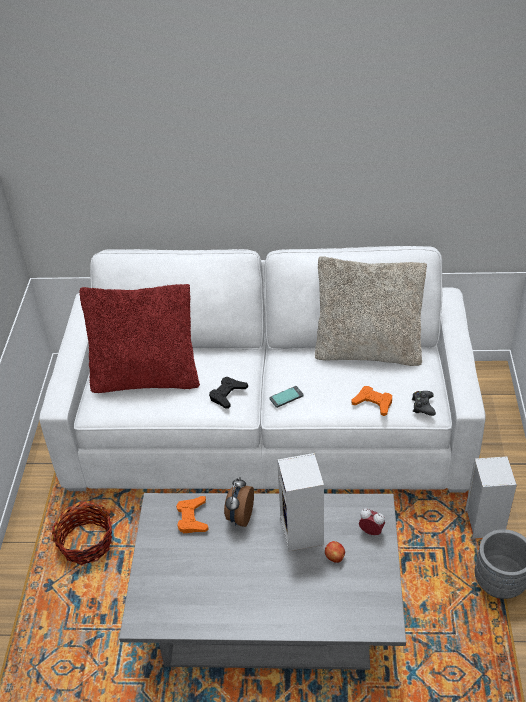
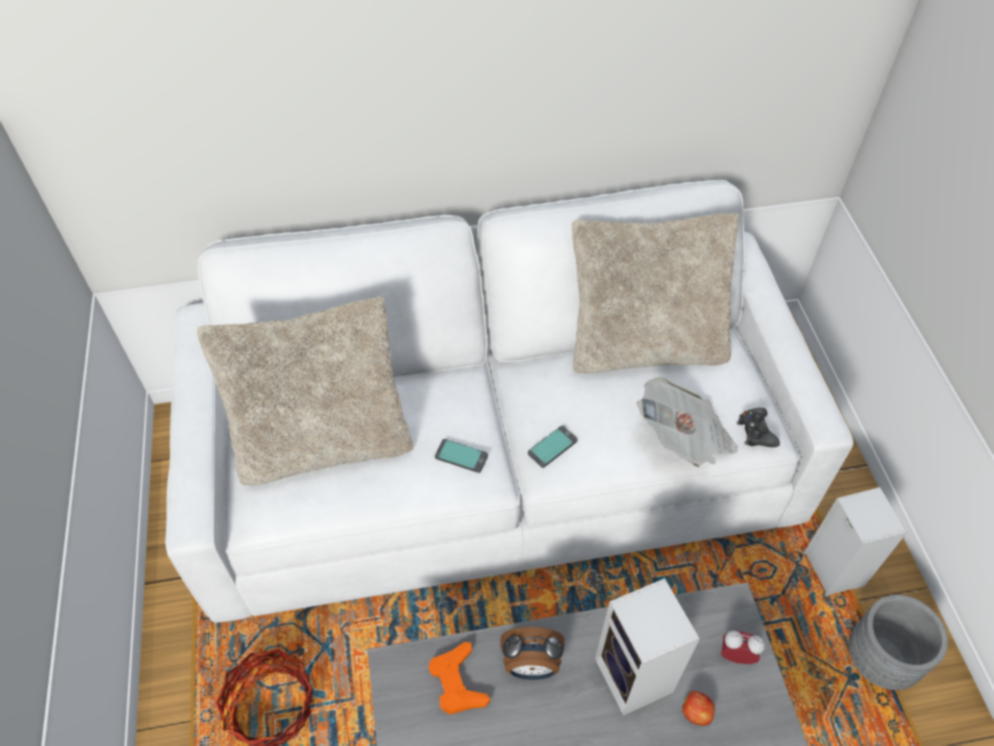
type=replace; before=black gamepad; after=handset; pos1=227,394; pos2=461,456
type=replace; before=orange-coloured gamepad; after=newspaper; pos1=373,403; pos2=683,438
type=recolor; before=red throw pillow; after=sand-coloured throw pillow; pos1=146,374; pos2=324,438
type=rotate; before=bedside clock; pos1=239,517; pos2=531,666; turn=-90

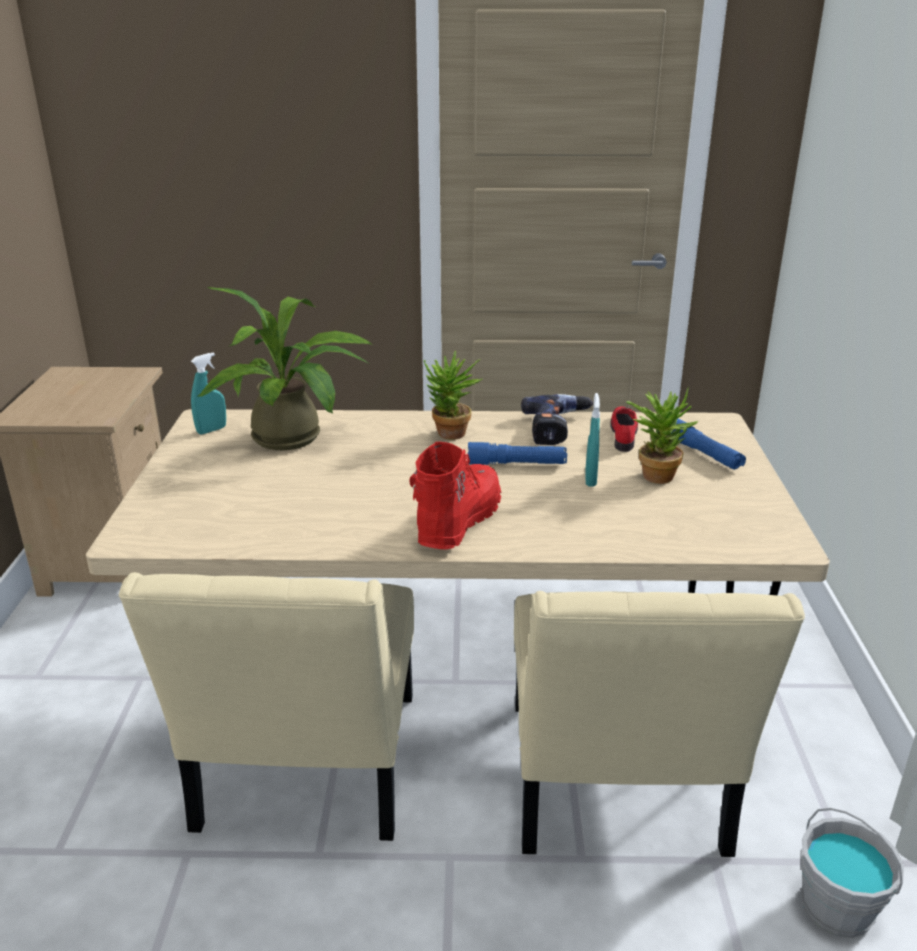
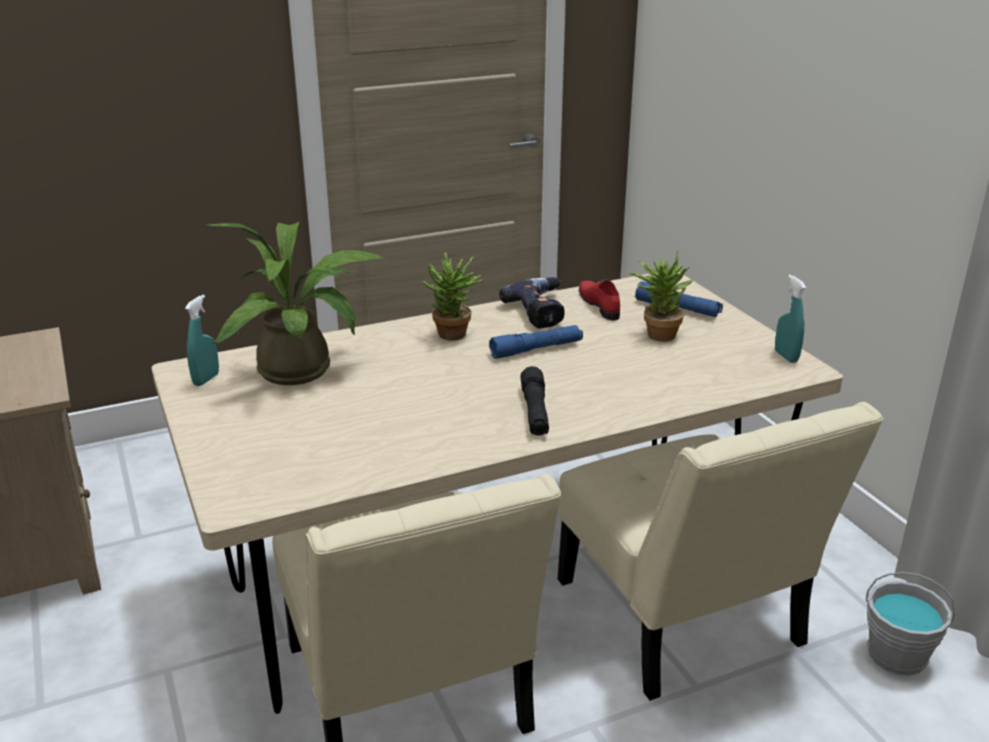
type=move; before=turquoise-coloured hand sprayer; pos1=590,479; pos2=786,356
type=replace; before=red boot; after=black flashlight; pos1=457,522; pos2=535,411

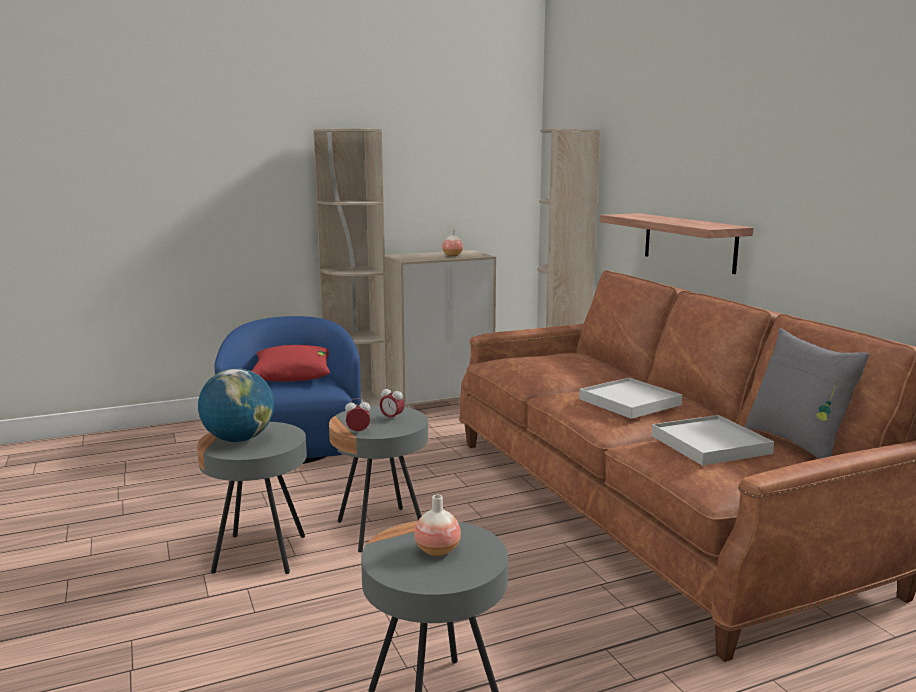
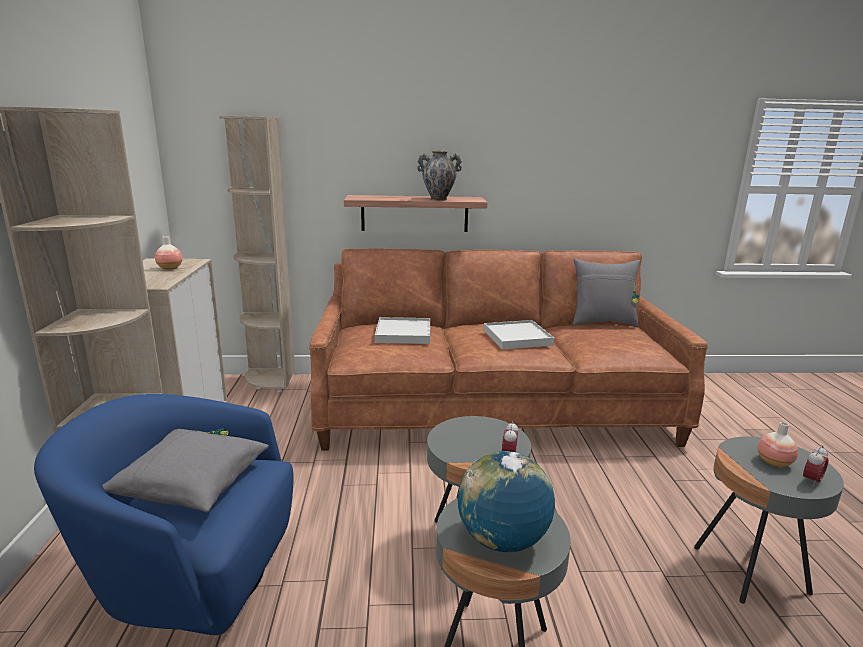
type=insert; after=vase; pos2=438,199
type=move; before=bedside clock; pos1=392,418; pos2=811,481
type=move; before=whitish serving tray; pos1=710,445; pos2=403,334
type=recolor; before=red throw pillow; after=grey throw pillow; pos1=292,377; pos2=192,485

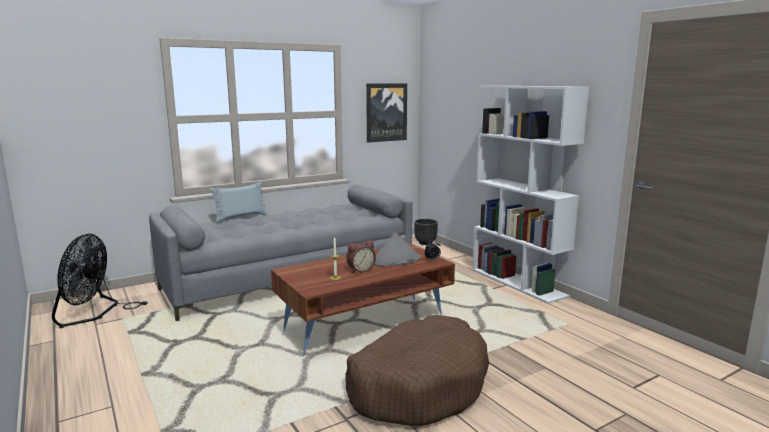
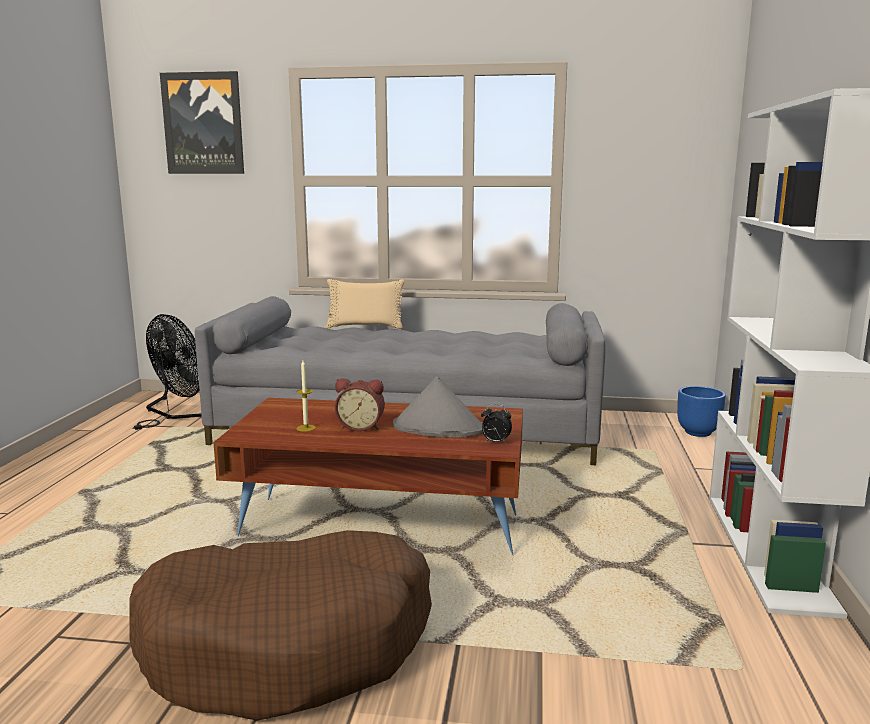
type=move; before=wall picture; pos1=386,112; pos2=203,124
type=recolor; before=bluish throw pillow; after=sand-coloured throw pillow; pos1=240,217; pos2=365,327
type=recolor; before=black planter; after=bluish planter; pos1=425,243; pos2=698,432
type=rotate; before=black fan; pos1=99,310; pos2=172,412; turn=90

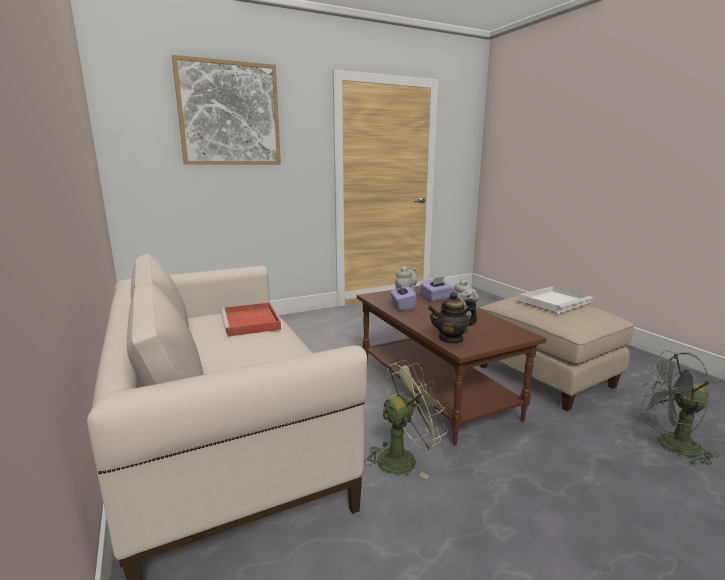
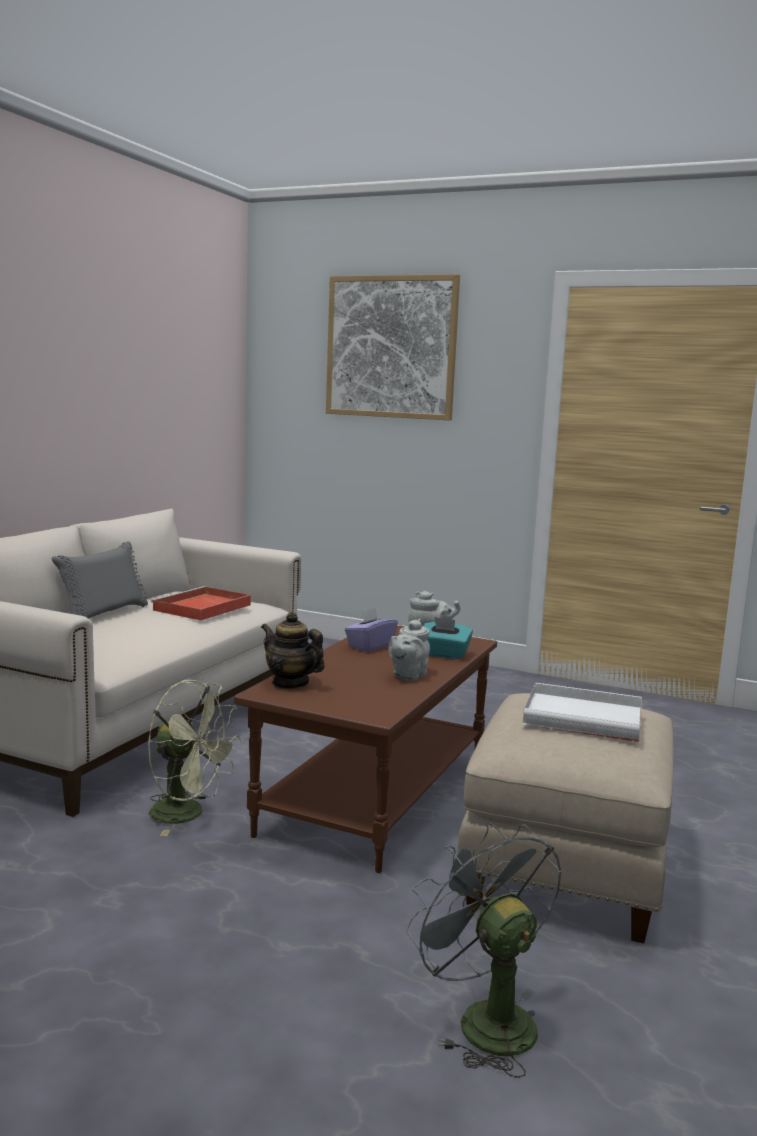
type=insert; after=grey throw pillow; pos2=103,615
type=recolor; before=purple box of tissues; after=turquoise-coloured box of tissues; pos1=436,298; pos2=443,654

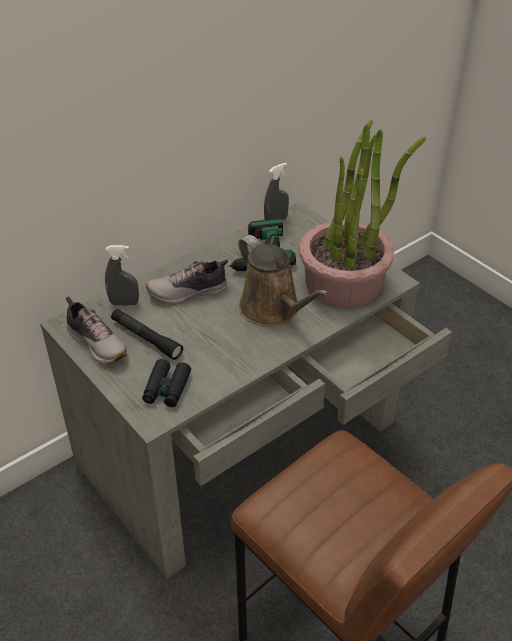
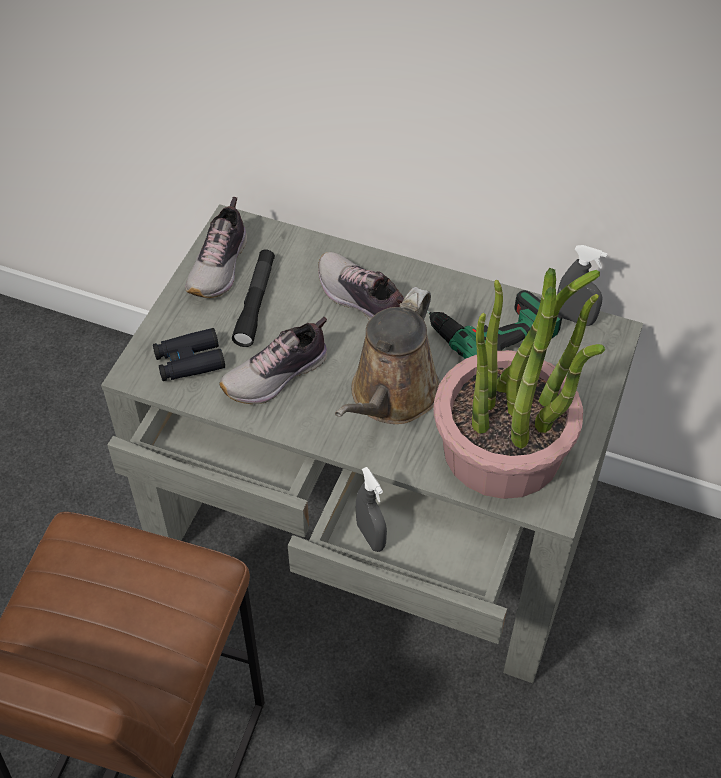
type=insert; after=shoe; pos2=277,375
type=move; before=grey hand sprayer; pos1=124,303; pos2=370,536

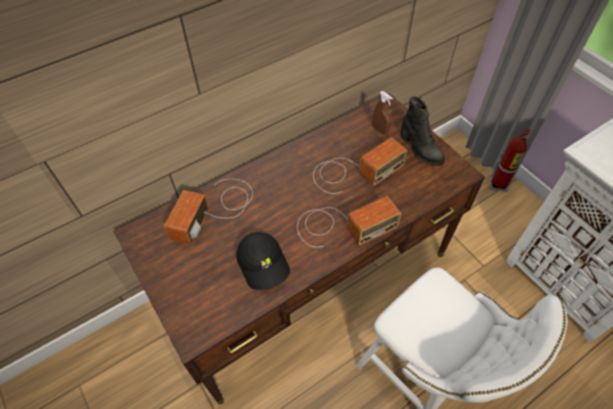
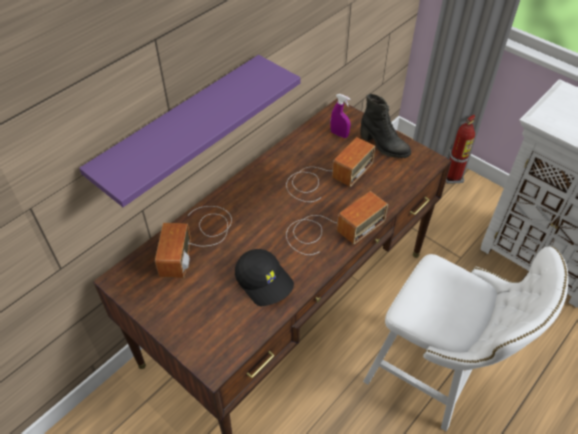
type=insert; after=purple bracket shelf; pos2=181,129
type=recolor; before=brown hand sprayer; after=purple hand sprayer; pos1=380,130; pos2=339,134

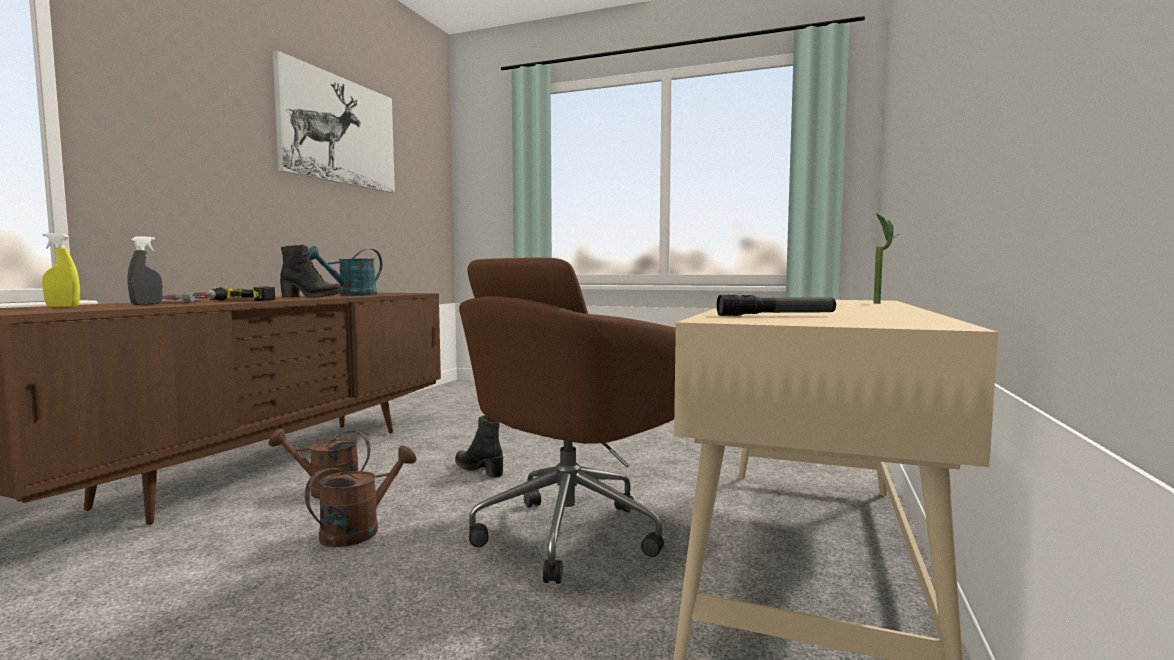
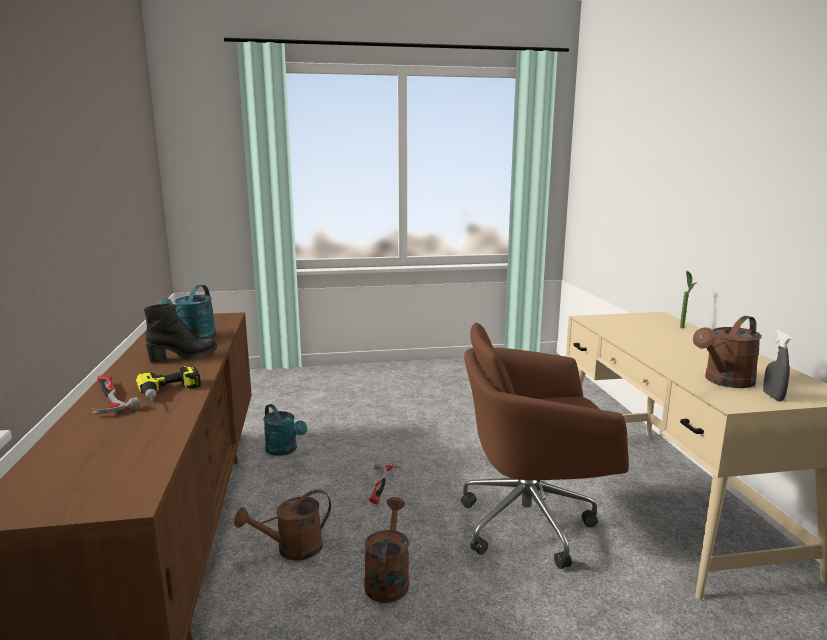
type=delete; before=yellowish hand sprayer; pos1=62,307
type=delete; before=wall picture; pos1=339,131
type=insert; after=turquoise-coloured watering pot; pos2=284,450
type=move; before=grey hand sprayer; pos1=146,304; pos2=773,396
type=replace; before=black boot; after=hand hammer; pos1=479,469; pos2=382,485
type=replace; before=flashlight; after=brown watering pot; pos1=776,315; pos2=725,382
type=rotate; before=brown office chair; pos1=575,532; pos2=532,525; turn=75

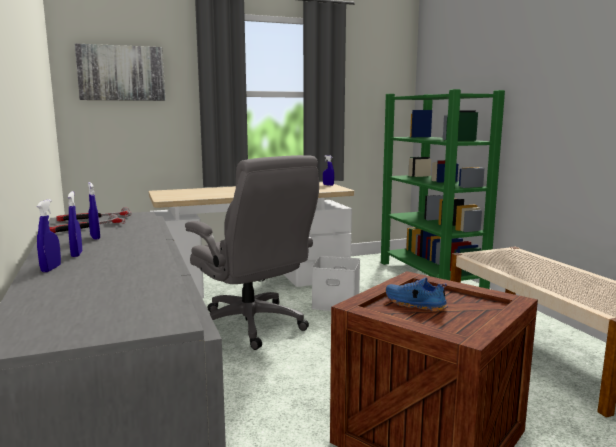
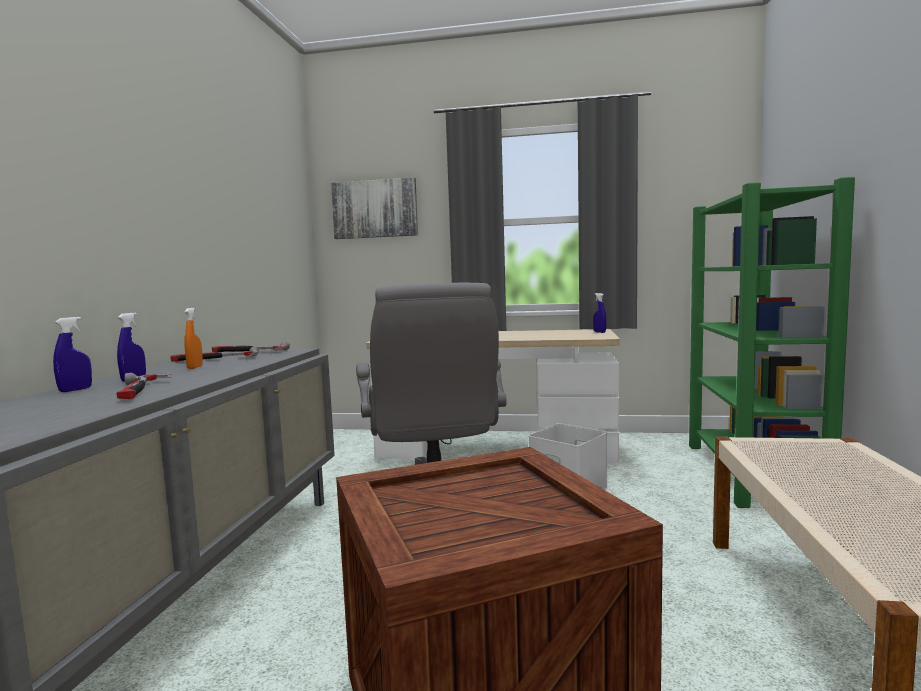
type=delete; before=bluish shoe; pos1=414,305
type=insert; after=hand hammer; pos2=141,390
type=recolor; before=bluish hand sprayer; after=orange-coloured hand sprayer; pos1=95,237; pos2=195,367

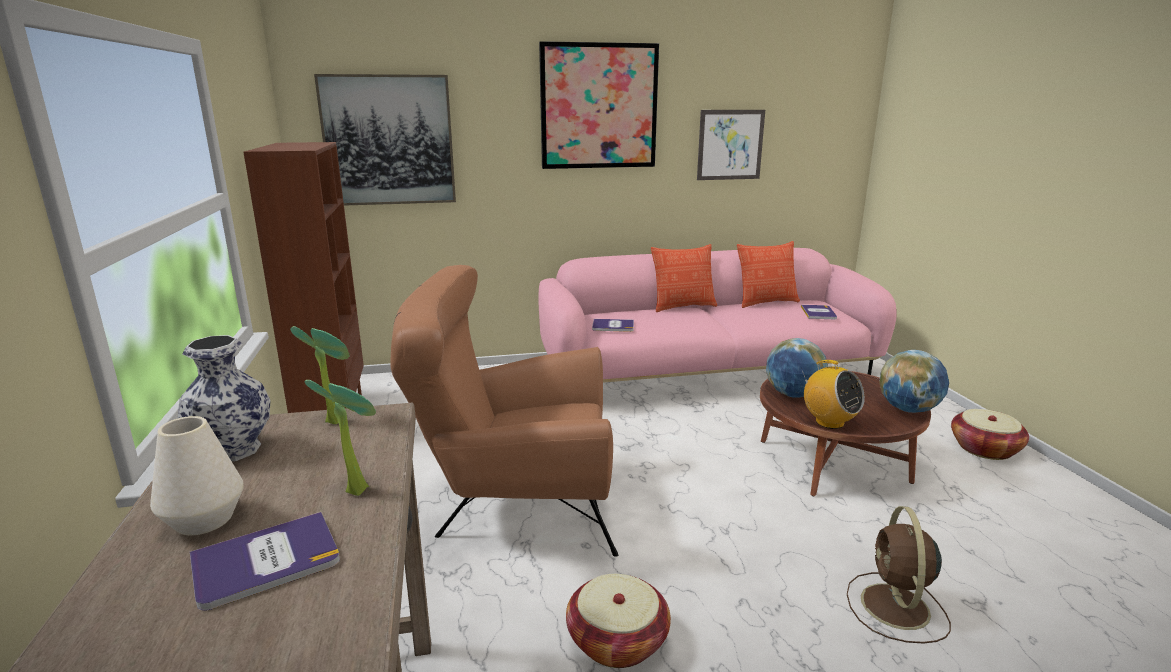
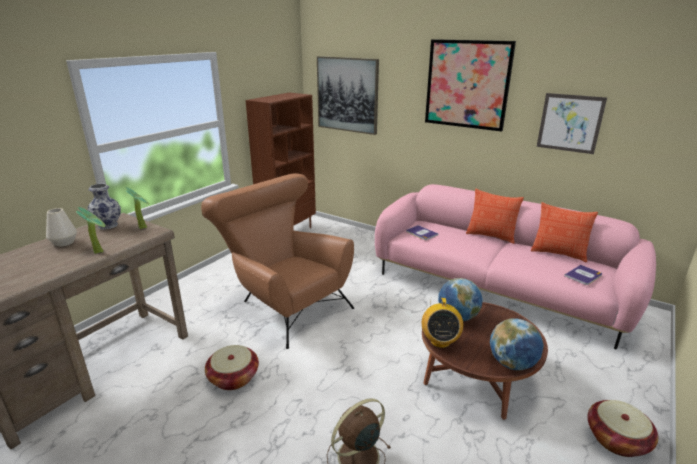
type=delete; before=volume; pos1=266,561

